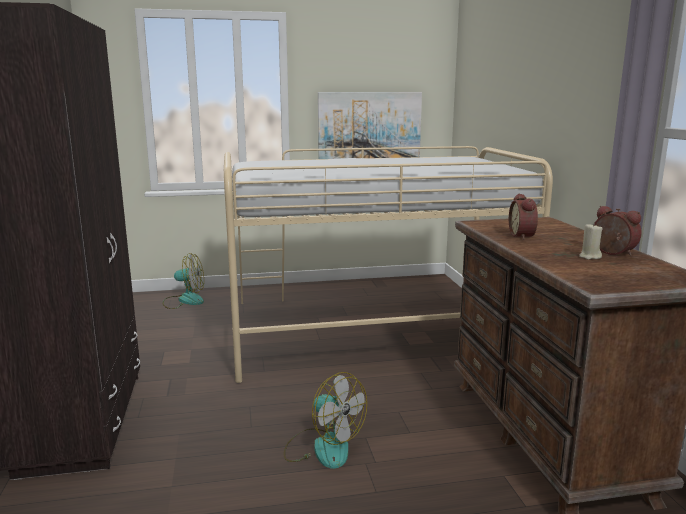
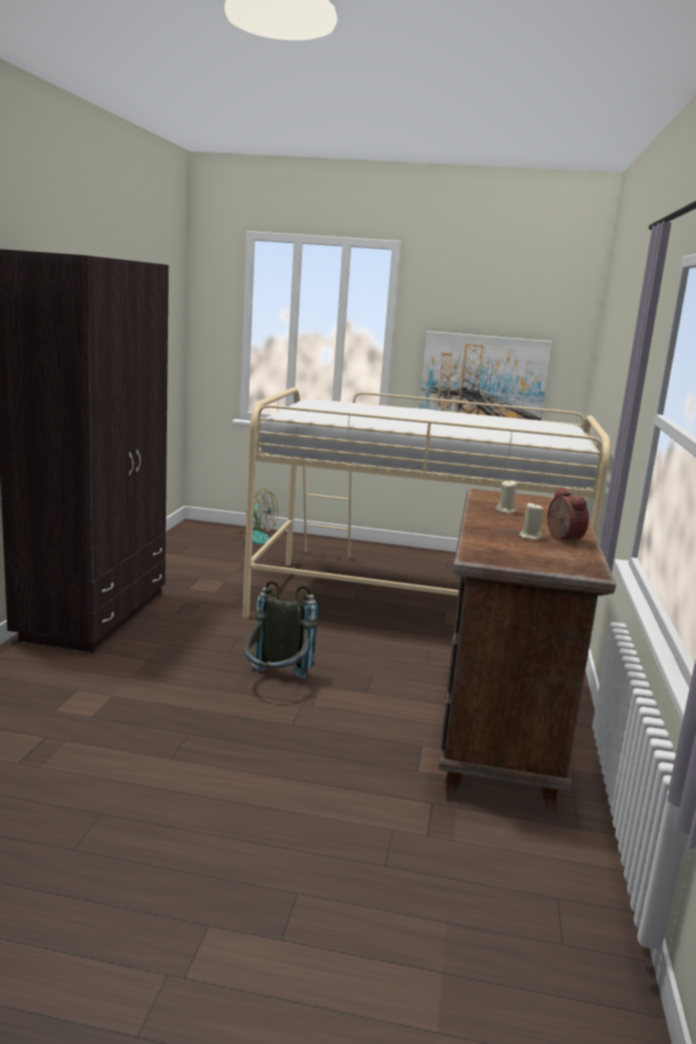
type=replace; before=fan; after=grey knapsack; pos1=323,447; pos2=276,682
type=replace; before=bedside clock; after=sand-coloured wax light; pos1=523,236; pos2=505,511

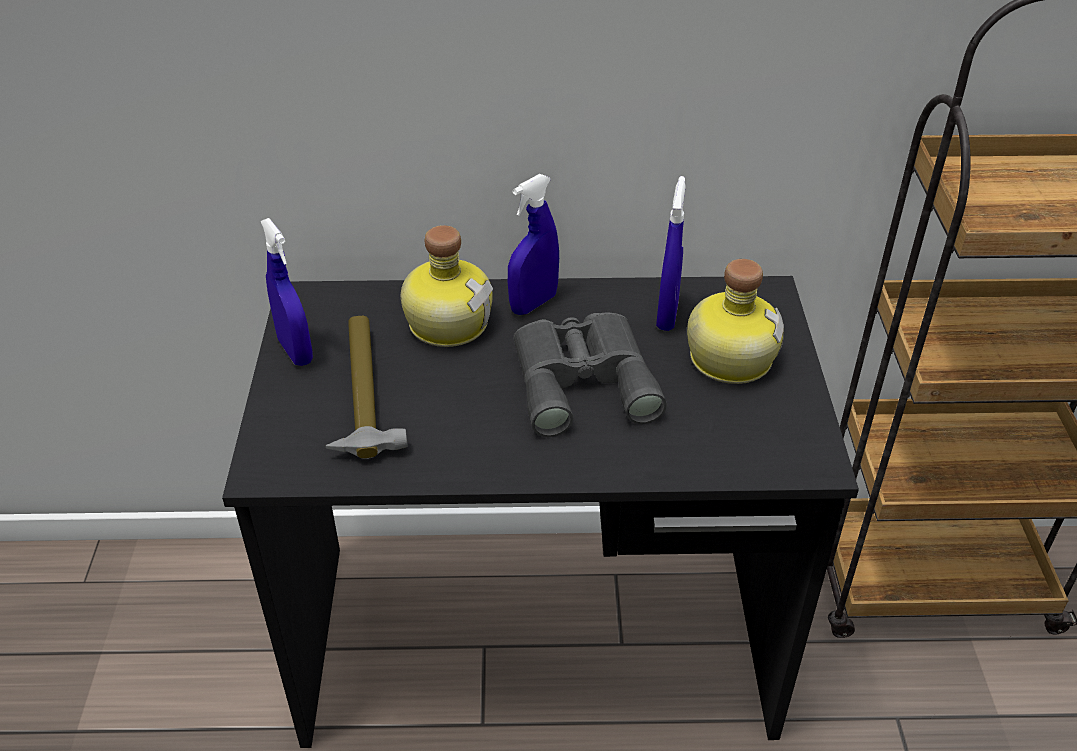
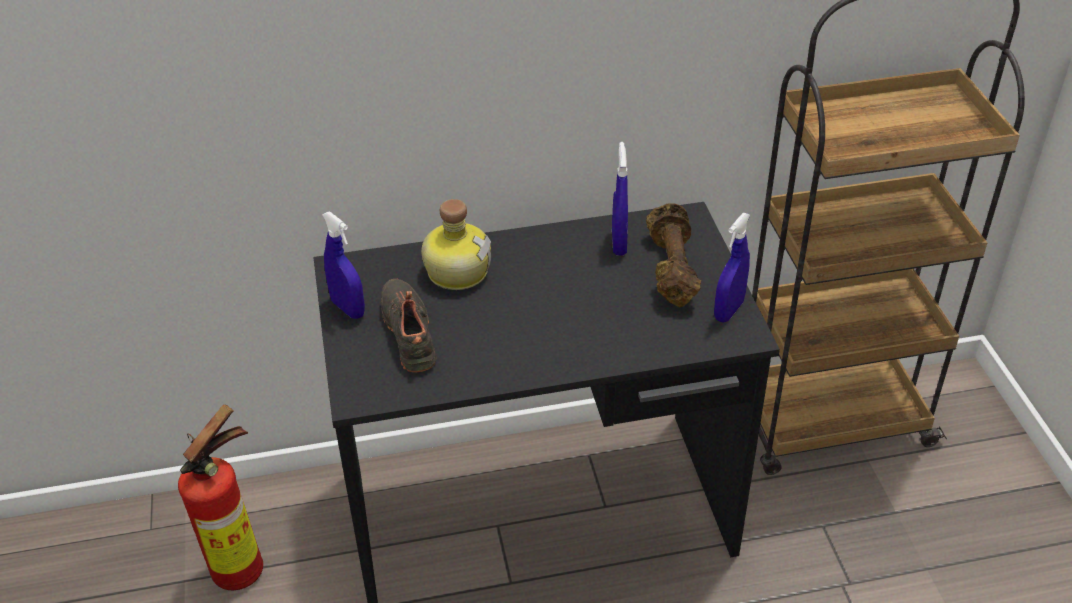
type=delete; before=grey binoculars; pos1=582,379
type=insert; after=extinguisher; pos2=245,567
type=move; before=bluish hand sprayer; pos1=533,304; pos2=728,311
type=replace; before=hand hammer; after=black shoe; pos1=364,394; pos2=411,333
type=replace; before=bottle; after=brown dumbbell; pos1=728,357; pos2=671,269

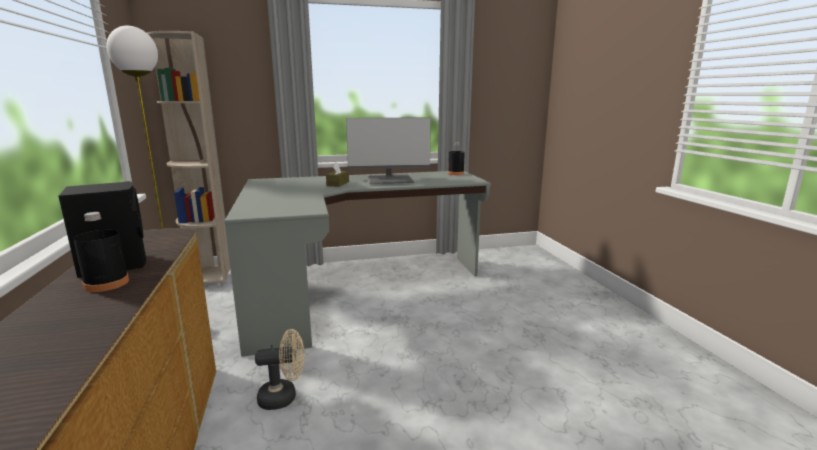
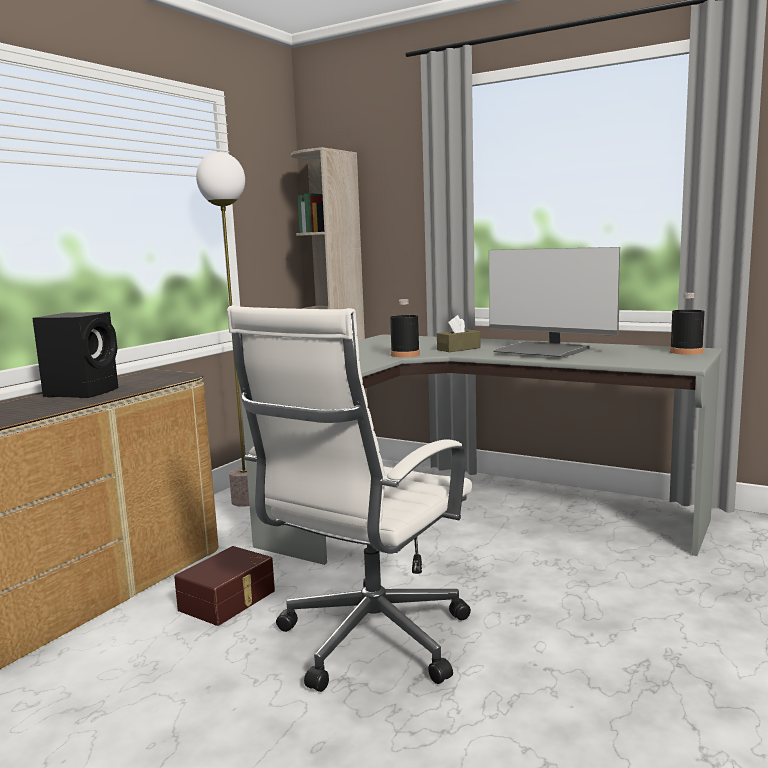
type=insert; after=whitish office chair; pos2=368,643
type=move; before=black bottle; pos1=106,284; pos2=405,355
type=replace; before=sand-coloured fan; after=brown storage container; pos1=284,397; pos2=229,601

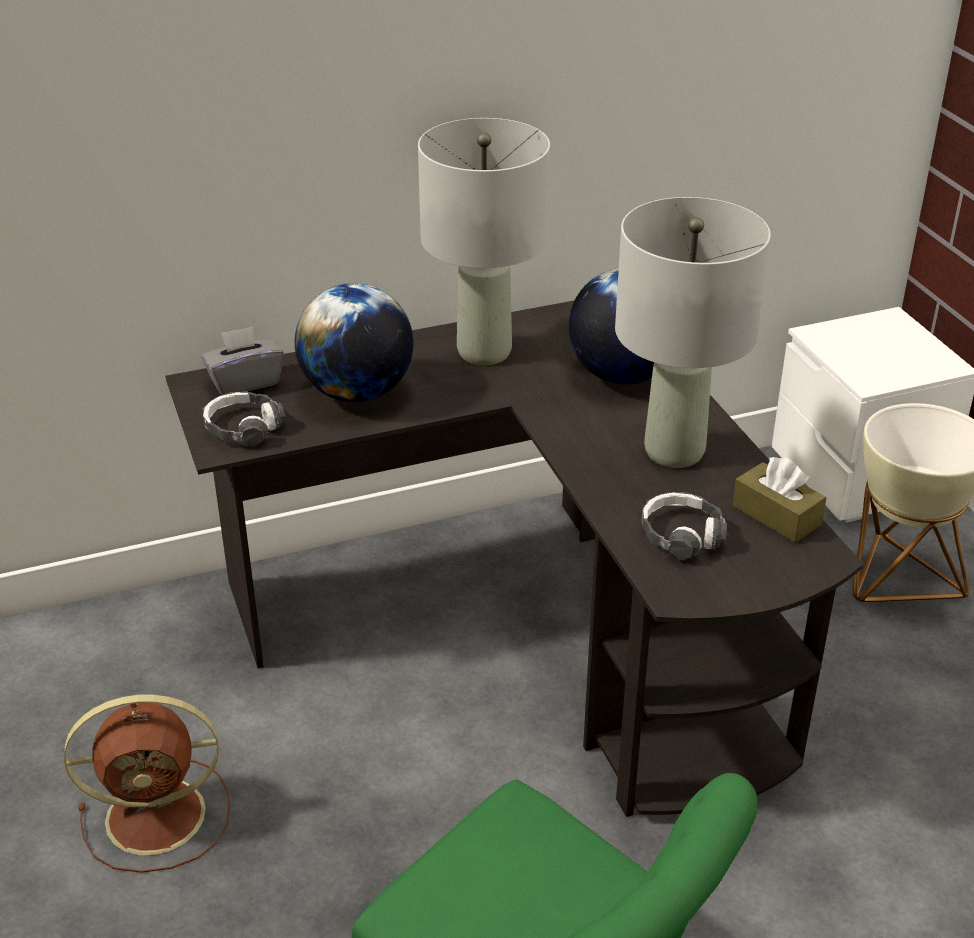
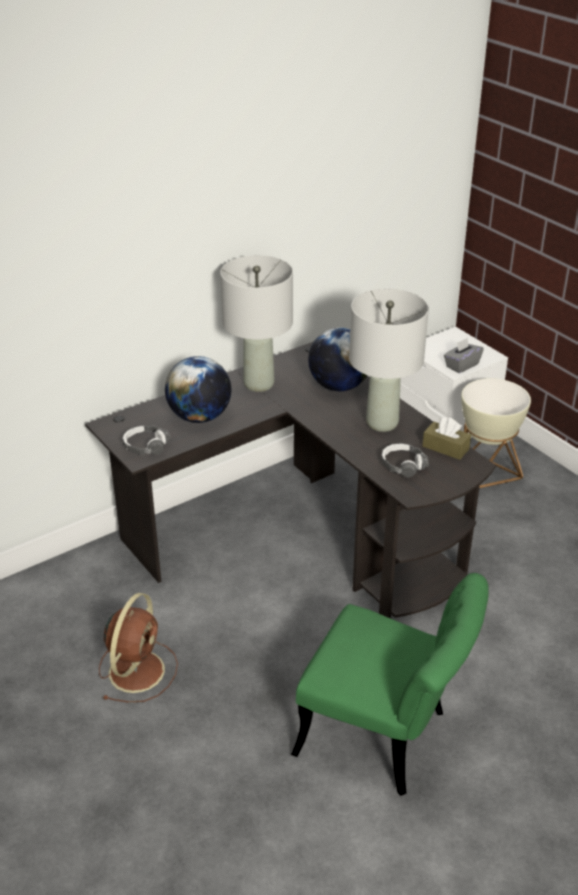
type=move; before=grey box of tissues; pos1=245,382; pos2=461,365
type=rotate; before=brown fan; pos1=160,815; pos2=138,669; turn=-45

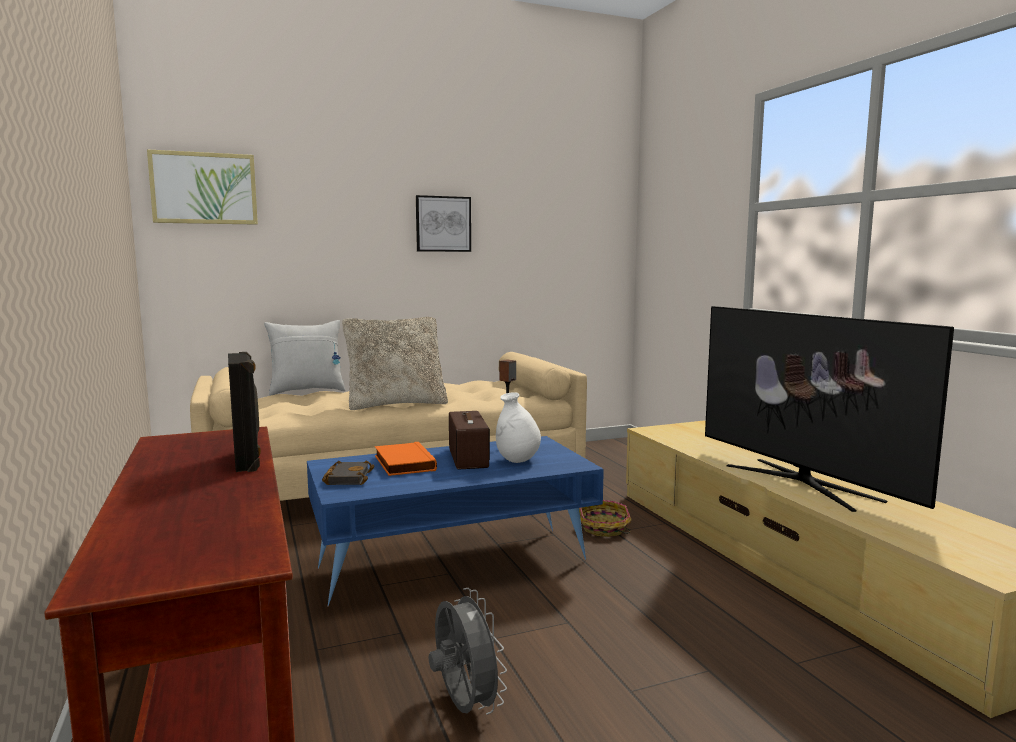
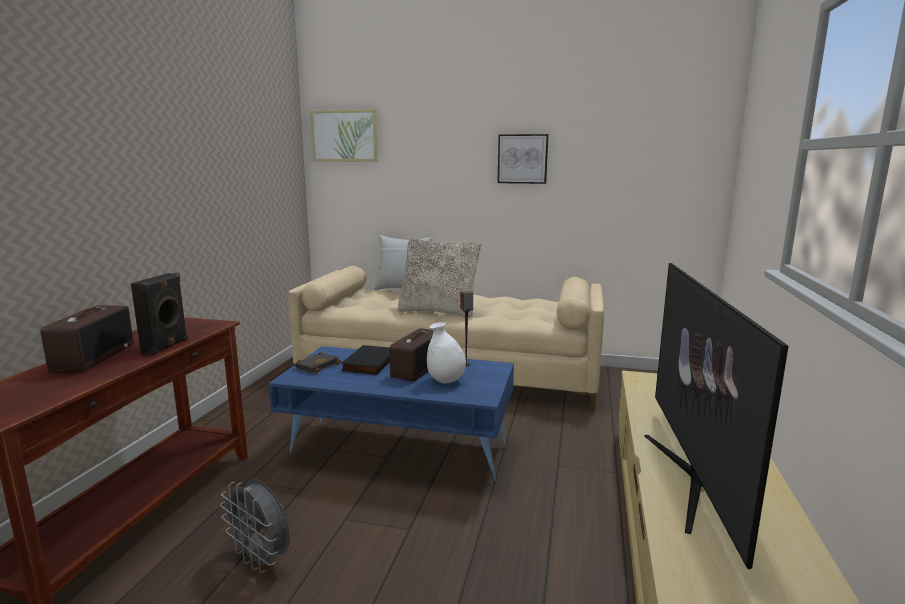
type=delete; before=storage basket; pos1=604,529
type=insert; after=radio set; pos2=93,357
type=recolor; before=orange-coloured volume; after=black volume; pos1=402,463; pos2=368,363
type=rotate; before=grey fan; pos1=464,707; pos2=262,560; turn=120

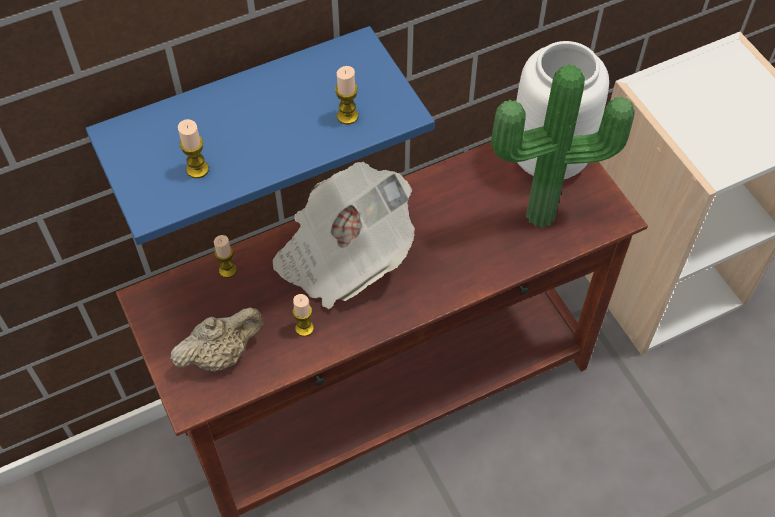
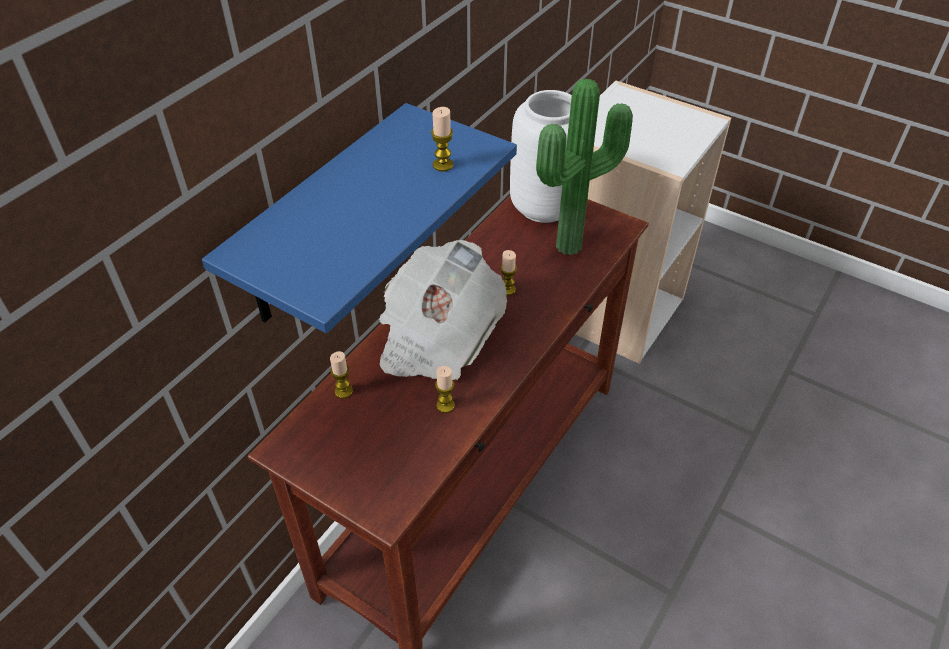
type=delete; before=sand-coloured tea pot; pos1=221,354
type=move; before=wax light; pos1=197,169; pos2=507,289

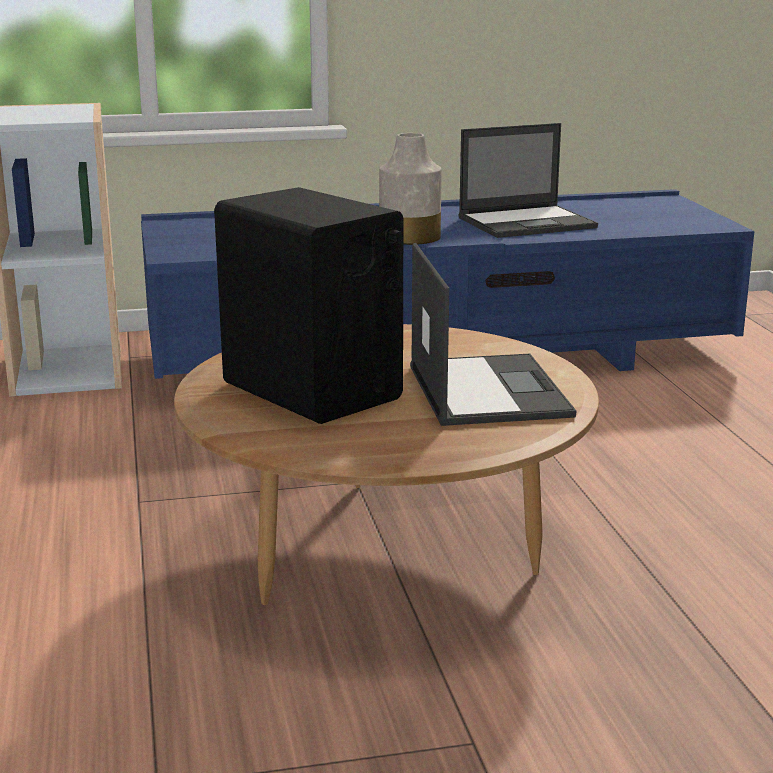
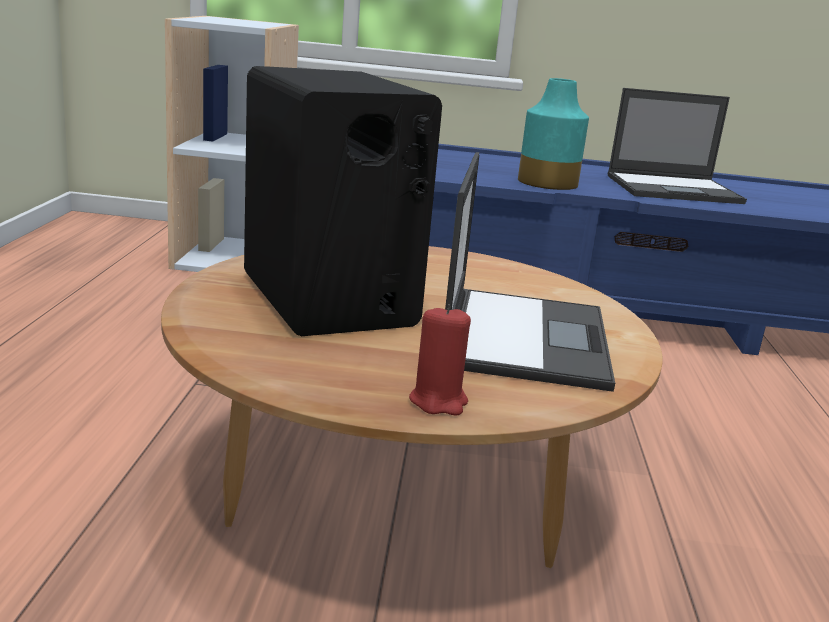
type=insert; after=red wax light; pos2=438,401
type=recolor; before=sand-coloured vase; after=turquoise-coloured vase; pos1=410,236; pos2=548,182

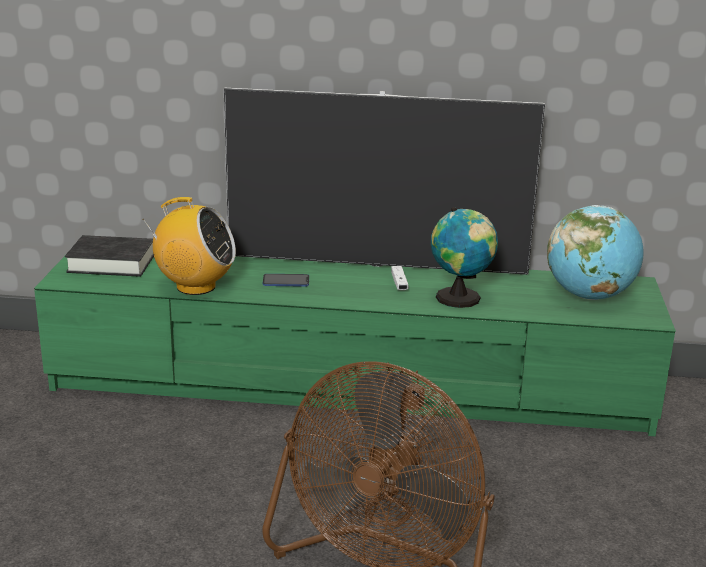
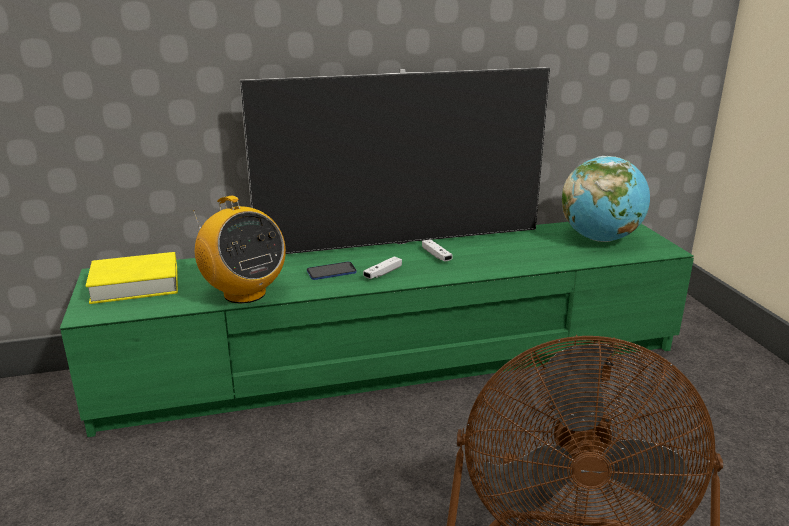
type=delete; before=desk globe; pos1=461,299
type=insert; after=whitish gamepad; pos2=383,273
type=recolor; before=black volume; after=yellowish volume; pos1=112,263; pos2=135,284
type=rotate; before=radio set; pos1=195,287; pos2=244,293; turn=60

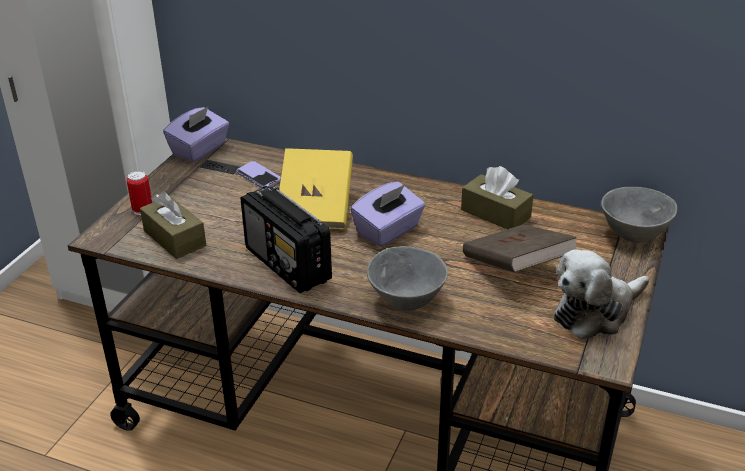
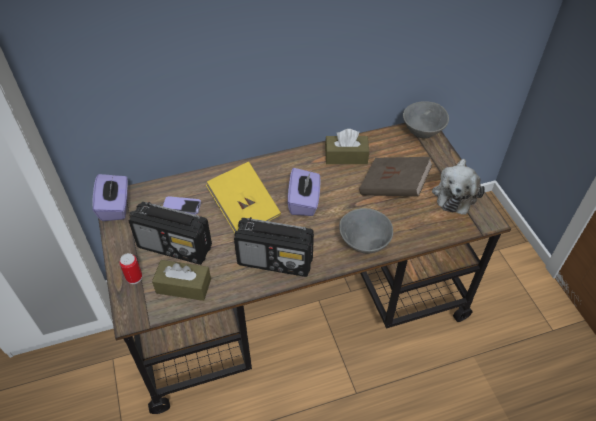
type=insert; after=radio set; pos2=175,247

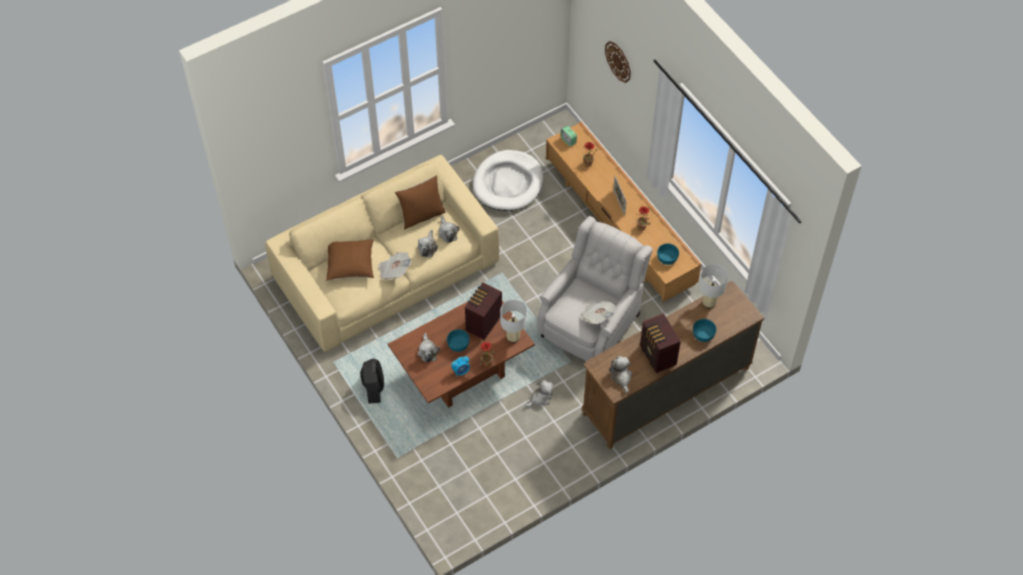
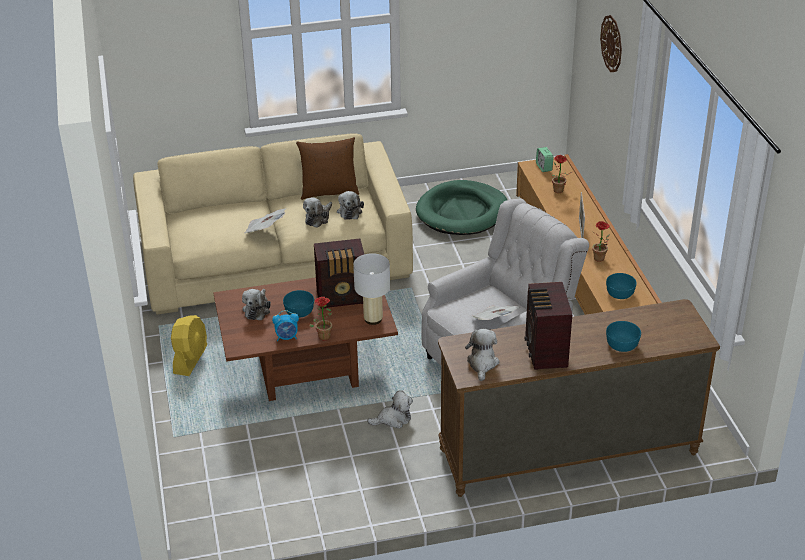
type=delete; before=brown throw pillow; pos1=350,265
type=delete; before=whitish lamp for a table; pos1=709,303
type=recolor; before=black fan; after=yellowish fan; pos1=373,386; pos2=190,359
type=recolor; before=whitish dog bed; after=greenish dog bed; pos1=508,183; pos2=462,212
type=rotate; before=radio set; pos1=482,323; pos2=342,298; turn=-150

